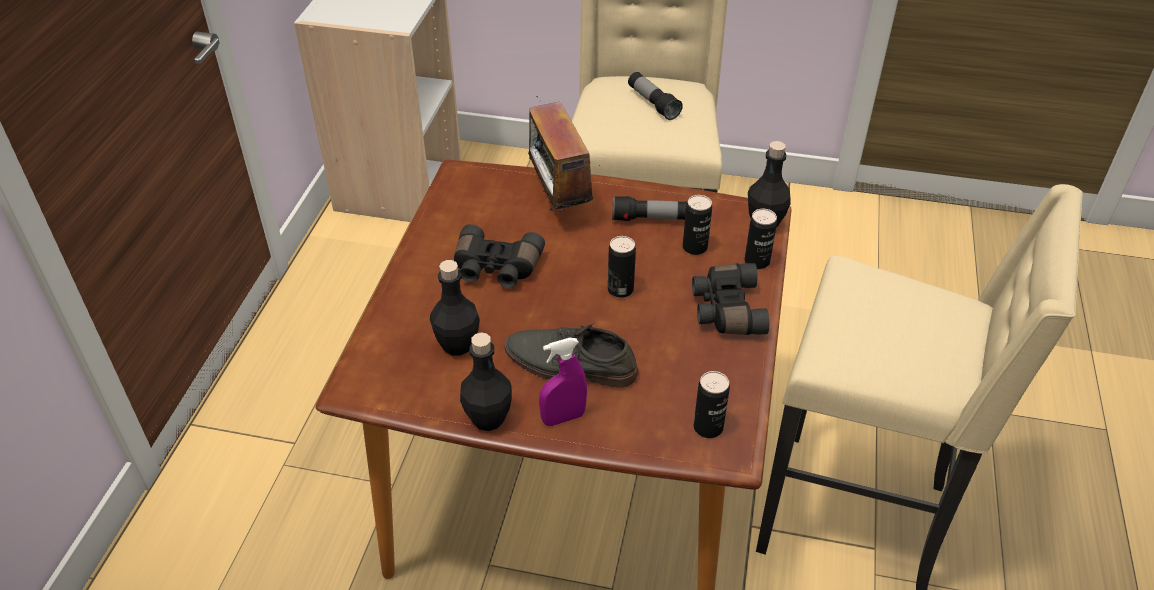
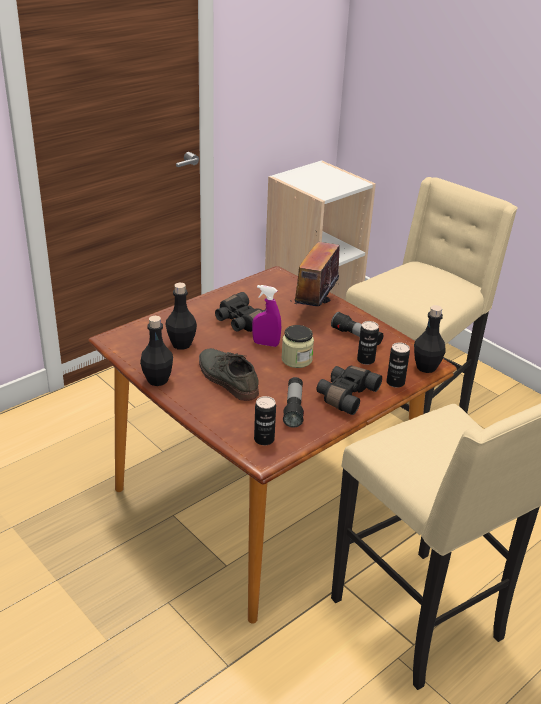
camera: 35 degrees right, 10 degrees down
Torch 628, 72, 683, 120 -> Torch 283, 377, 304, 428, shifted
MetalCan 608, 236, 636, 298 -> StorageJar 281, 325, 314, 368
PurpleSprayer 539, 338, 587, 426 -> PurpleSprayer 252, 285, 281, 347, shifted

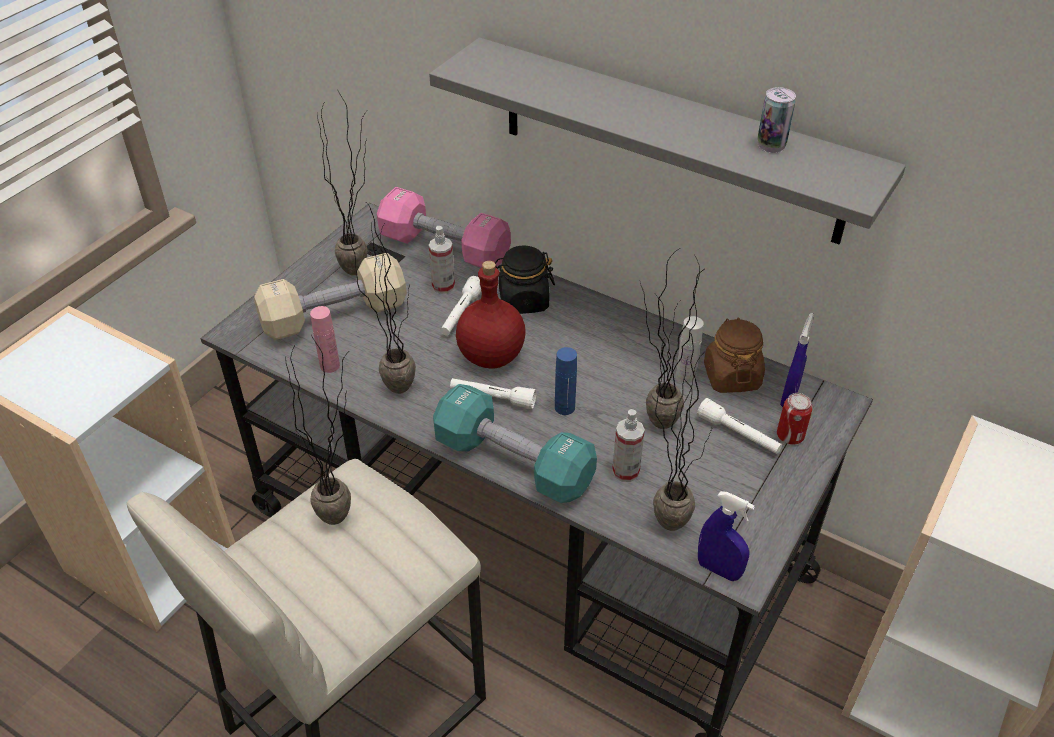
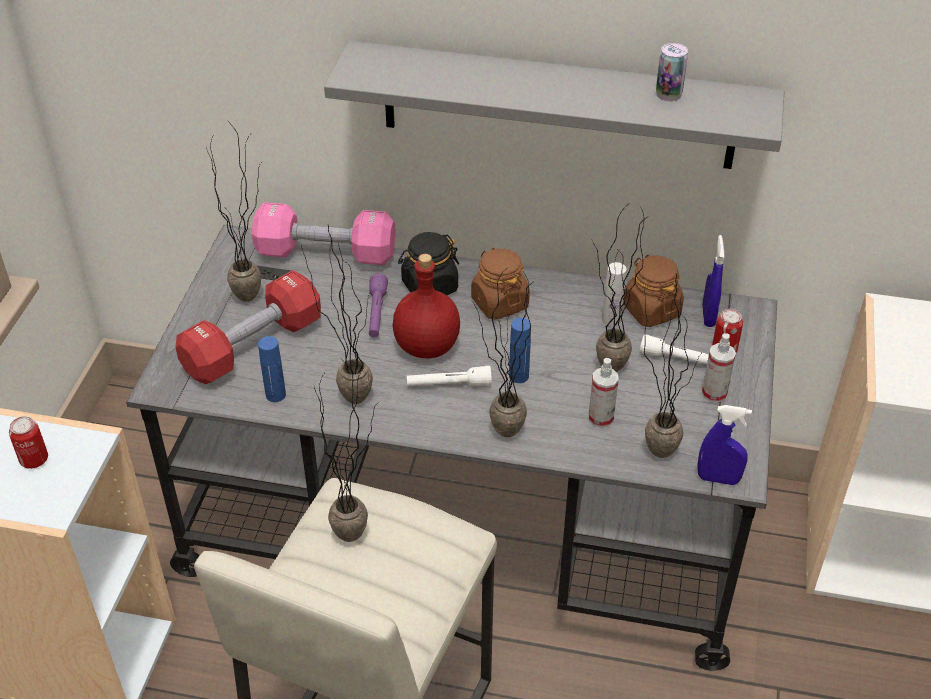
camera: 20 degrees left, 0 degrees up
Sprayer 429, 226, 455, 294 -> Sprayer 702, 333, 736, 403, shifted
SandColouredFreeWeight 254, 253, 407, 340 -> ReddishFreeWeight 175, 270, 321, 384
WhitishTorch 440, 276, 482, 336 -> PurpleTorch 369, 273, 388, 338
PinkColouredDrinkBottle 310, 306, 340, 373 -> BlueDrinkBottle 258, 336, 286, 402
TurquoiseFreeWeight 433, 384, 597, 503 -> PottedPlant 473, 268, 533, 438
none -> BrownColouredStorageJar 471, 248, 530, 320
none -> MetalCan 9, 416, 48, 469

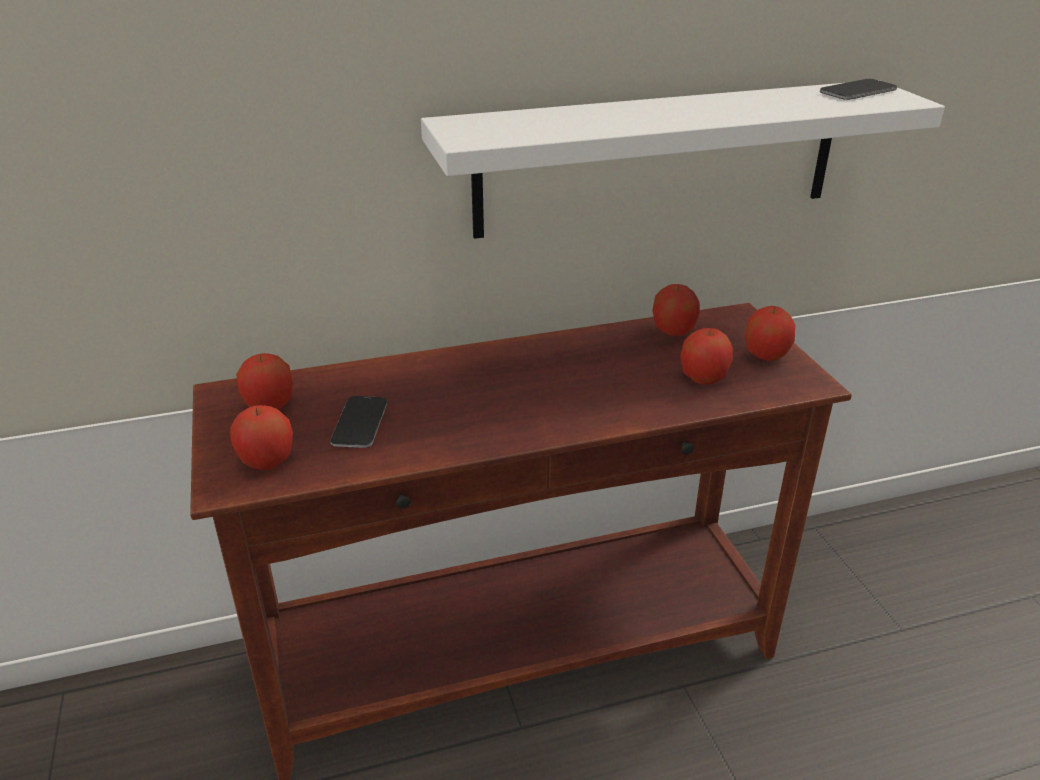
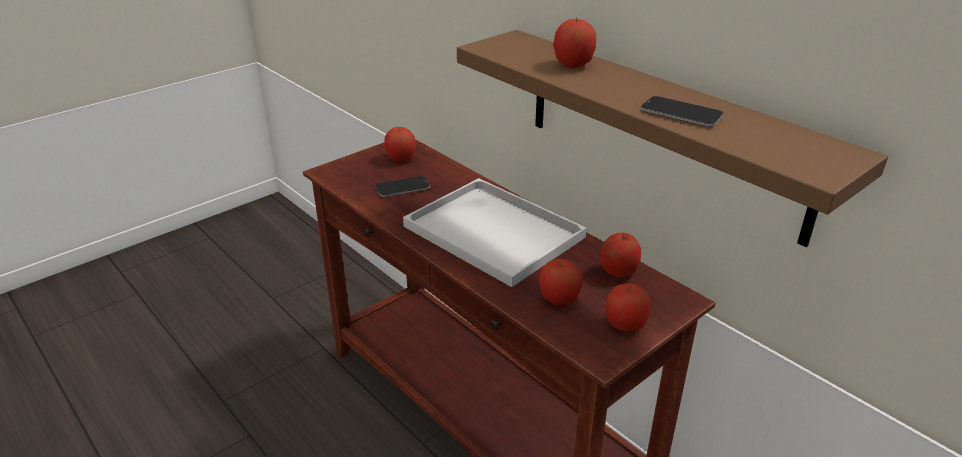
camera: 65 degrees right, 0 degrees up
Handset 820, 79, 897, 100 -> Handset 641, 96, 723, 127, shifted
WhitishShelf 421, 80, 945, 239 -> BrownColouredShelf 457, 30, 888, 247
WholeApple 230, 405, 293, 470 -> WholeApple 553, 18, 596, 68, shifted
none -> WhitishServingTray 403, 178, 587, 287

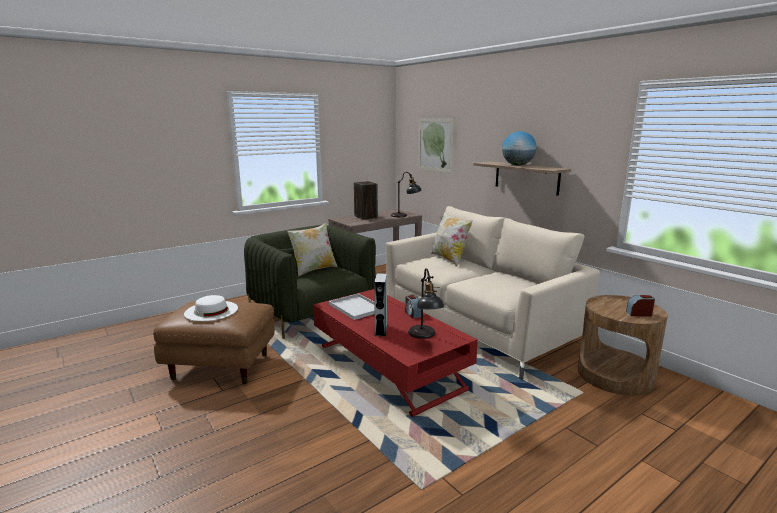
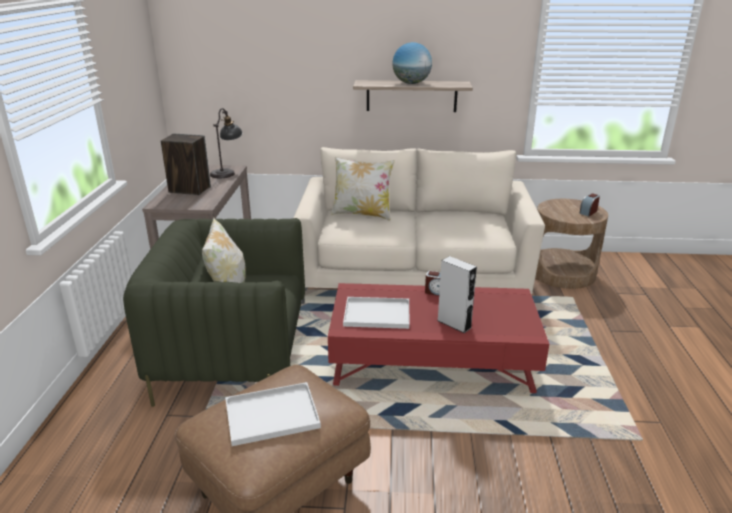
camera: 50 degrees left, 10 degrees up
WallArt 418, 118, 455, 174 -> none
GrayLampForATable 408, 268, 444, 339 -> none
WhitishHat 184, 295, 238, 321 -> WhitishServingTray 225, 382, 321, 446

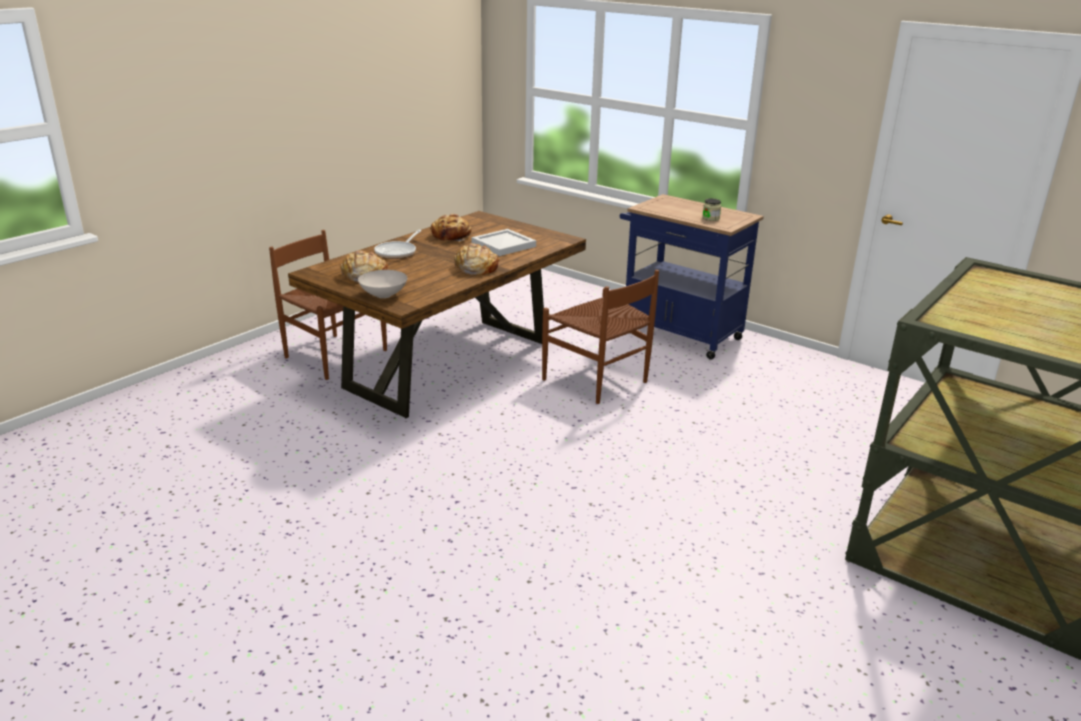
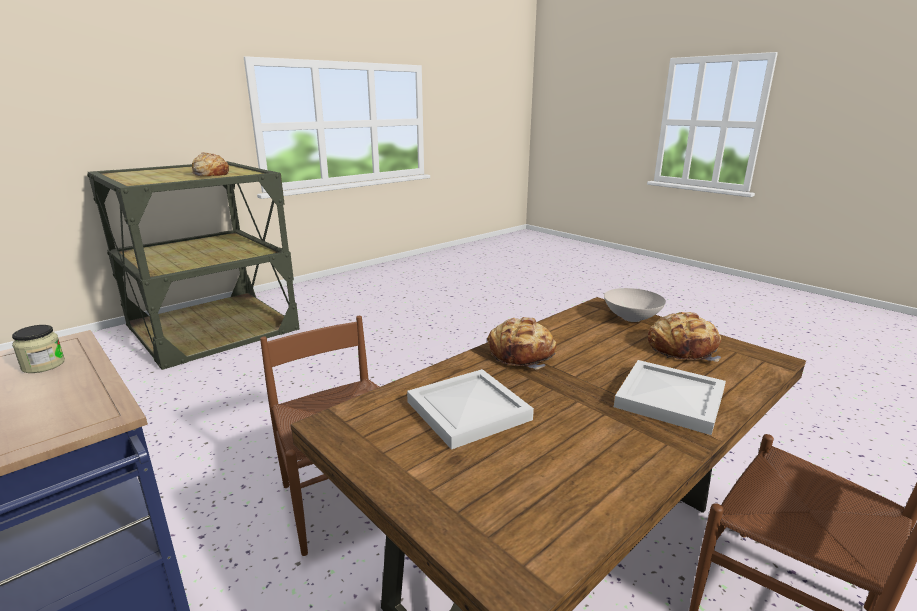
camera: 170 degrees left, 5 degrees down
BakeryBread 430, 214, 472, 241 -> BakeryBread 192, 152, 229, 176, shifted
Pan 374, 230, 422, 259 -> WhitishServingTray 614, 360, 726, 435

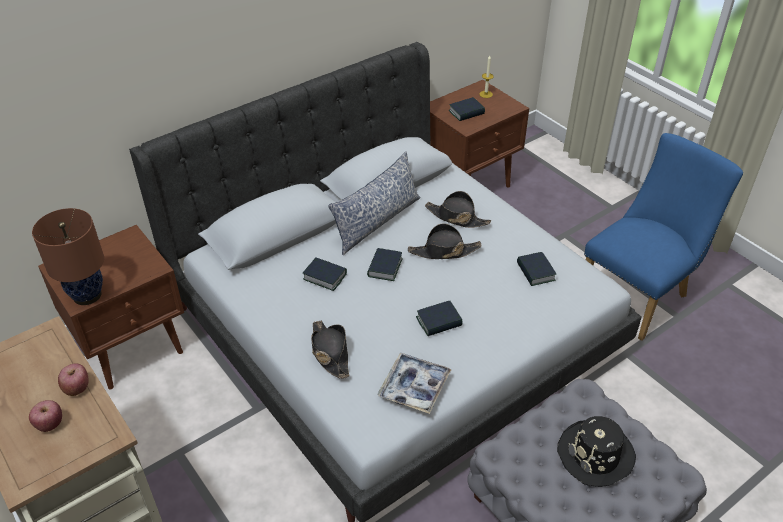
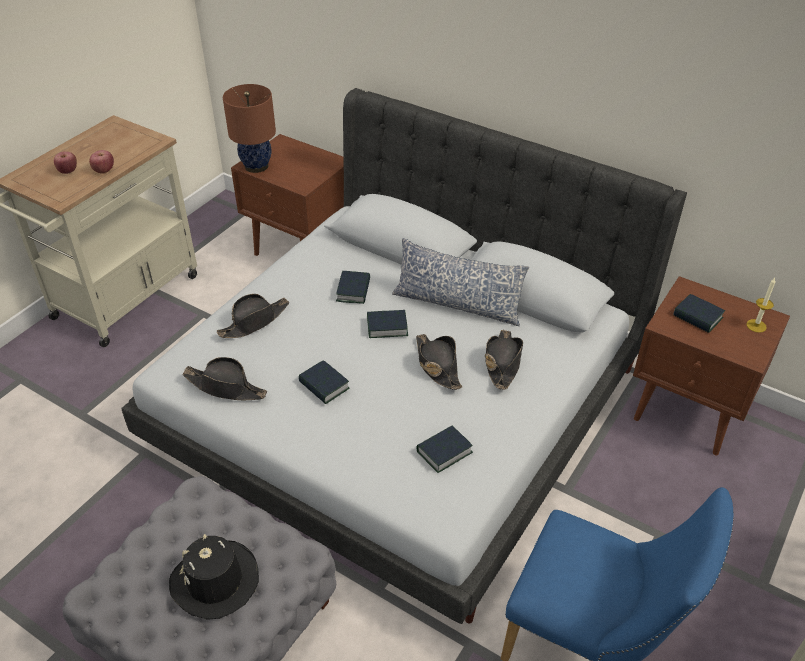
camera: 70 degrees right, 0 degrees up
ServingTray 378, 353, 451, 414 -> BlackishHat 182, 357, 267, 400

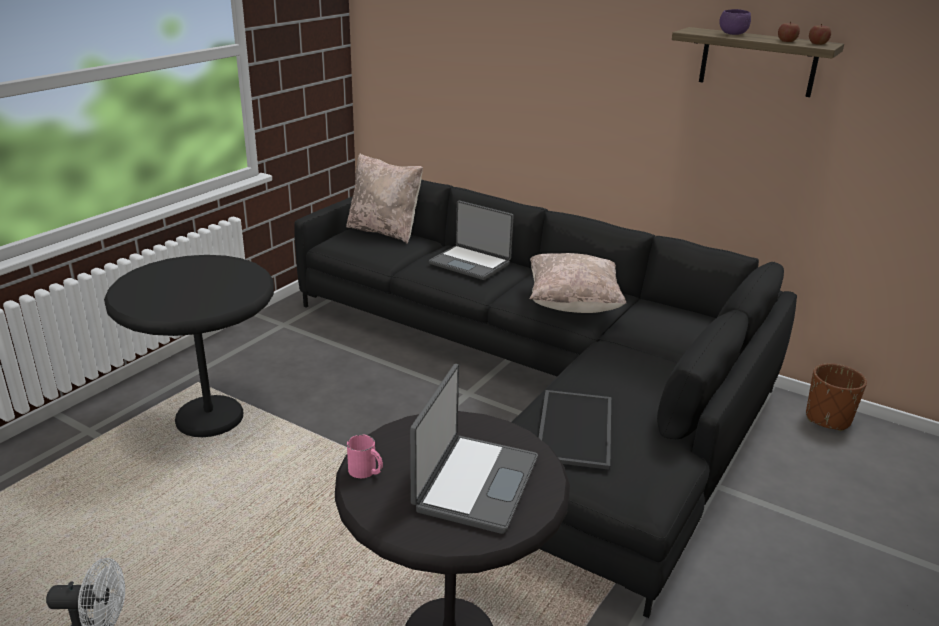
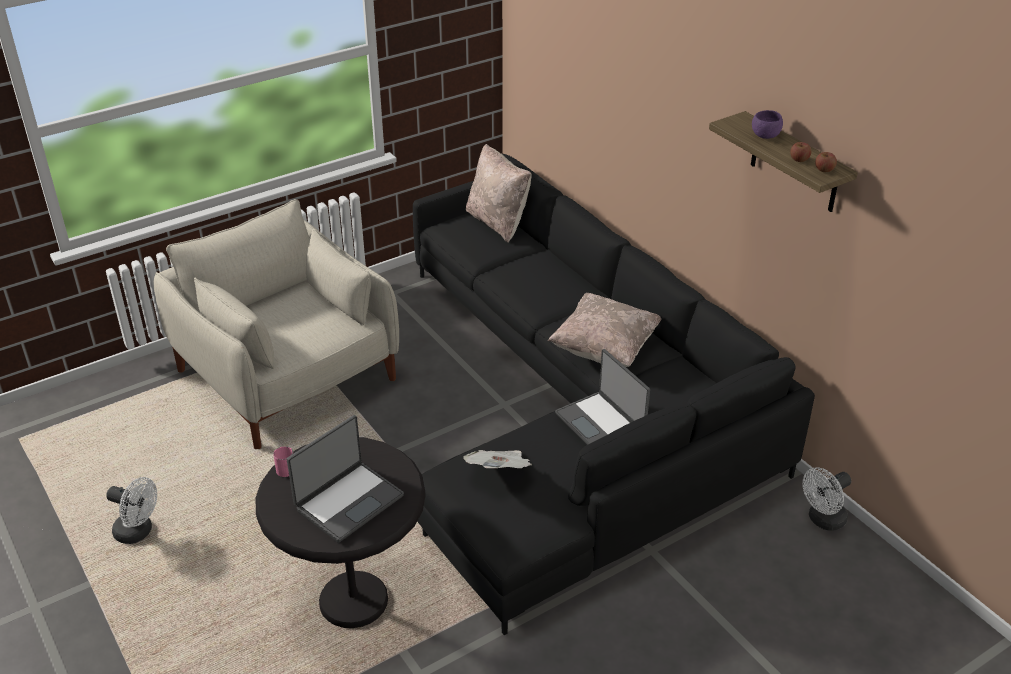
camera: 25 degrees right, 10 degrees up
NotebookComputer 429, 201, 513, 280 -> NotebookComputer 555, 349, 650, 445, shifted
BlackishSideTable 104, 255, 274, 437 -> SandColouredArmchair 154, 199, 399, 449
BrownColouredFlowerPot 806, 363, 867, 431 -> WhitishFan 802, 467, 851, 530
ServingTray 538, 390, 611, 470 -> Newspaper 463, 450, 532, 468

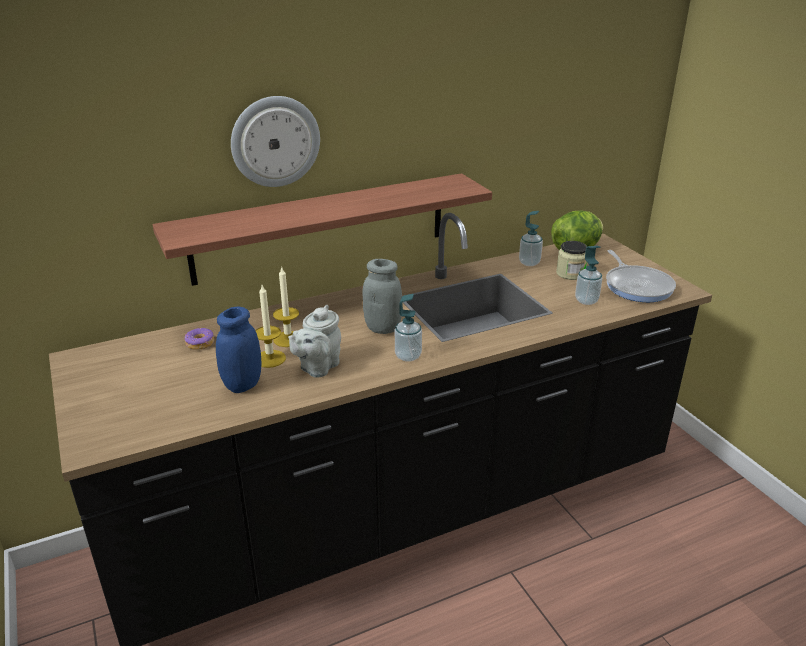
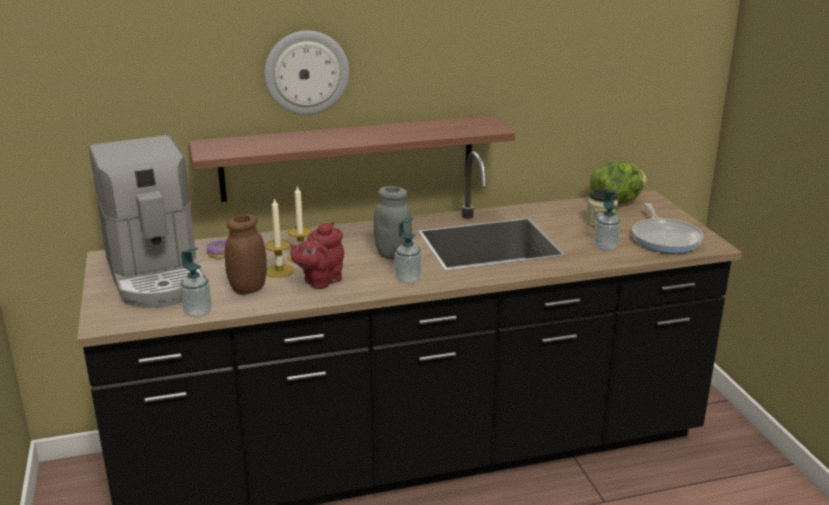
camera: 10 degrees right, 5 degrees down
LiquidSoapBottle 519, 211, 543, 266 -> LiquidSoapBottle 180, 248, 212, 318, shifted
GrayTeapot 288, 305, 341, 378 -> ReddishTeapot 291, 222, 344, 289
BlueStorageJar 216, 307, 261, 393 -> BrownColouredStorageJar 225, 214, 267, 295
none -> CoffeeMaker 89, 135, 206, 308

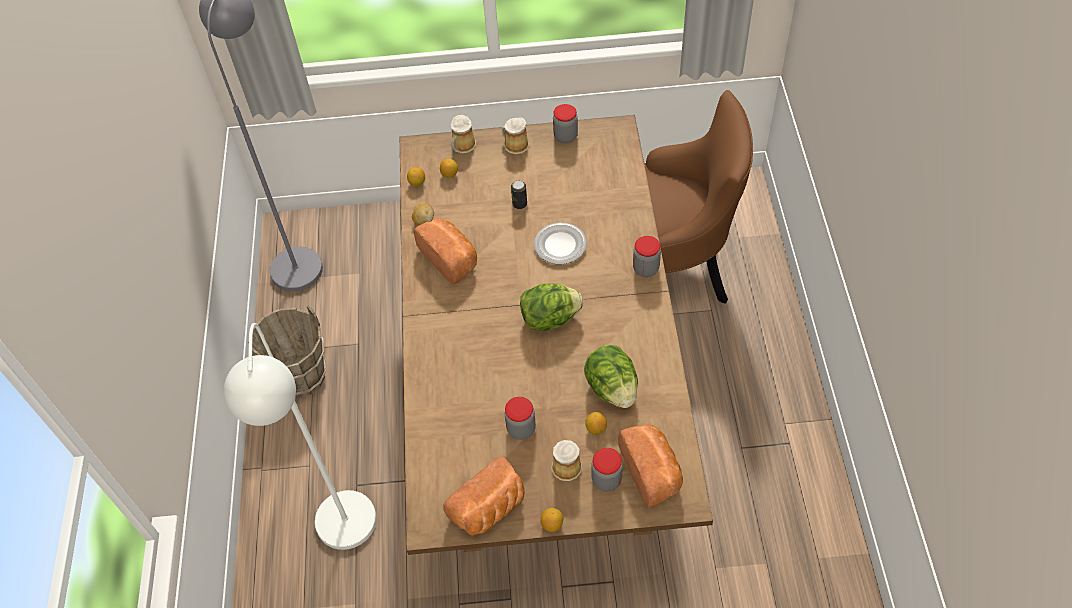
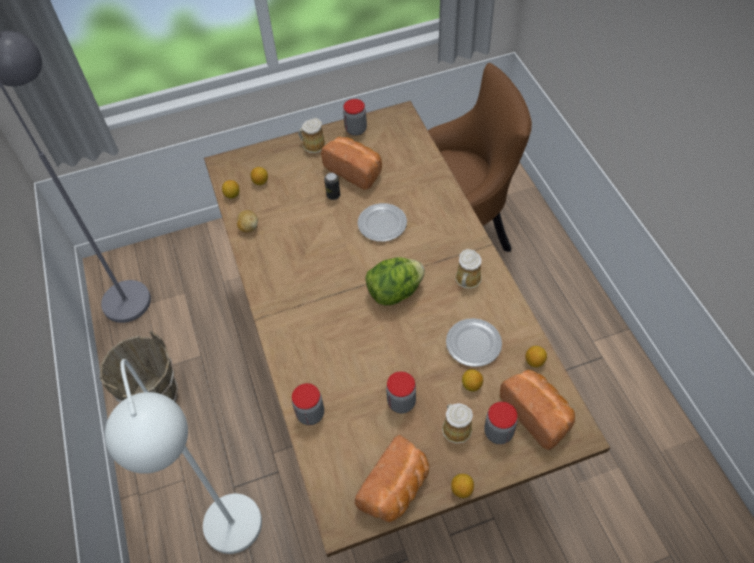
camera: 15 degrees left, 0 degrees up
TeaMug 451, 115, 476, 153 -> TeaMug 455, 249, 482, 289, shifted
BakeryBread 414, 218, 477, 284 -> BakeryBread 321, 137, 382, 190, shifted
StorageJar 633, 236, 661, 277 -> StorageJar 292, 383, 324, 425, shifted
Lettuce 584, 345, 638, 408 -> Plate 446, 318, 502, 367
none -> CitrusFruit 525, 346, 547, 367

